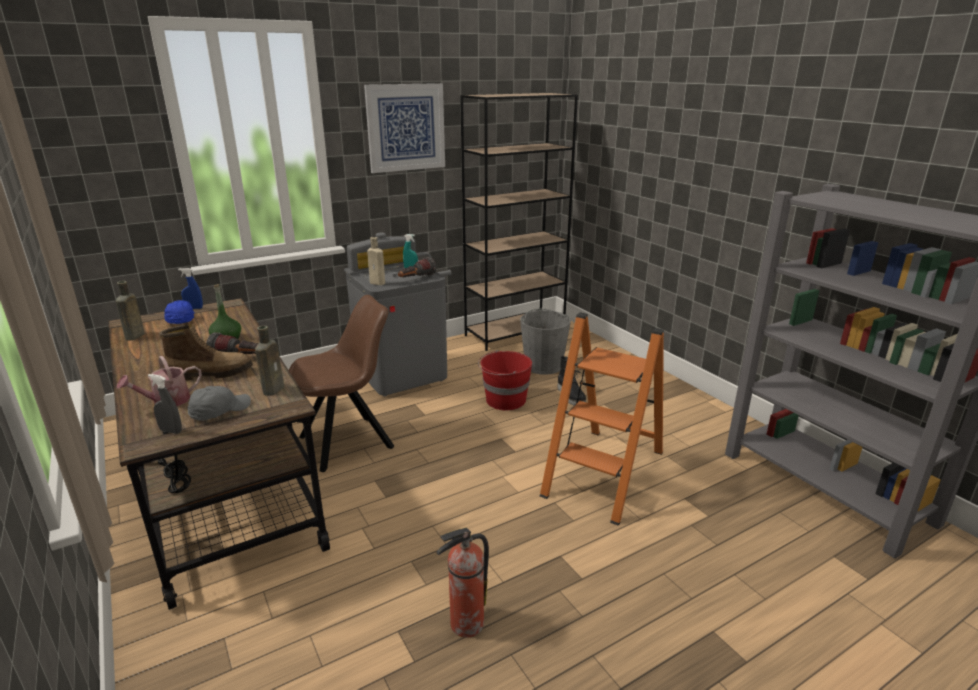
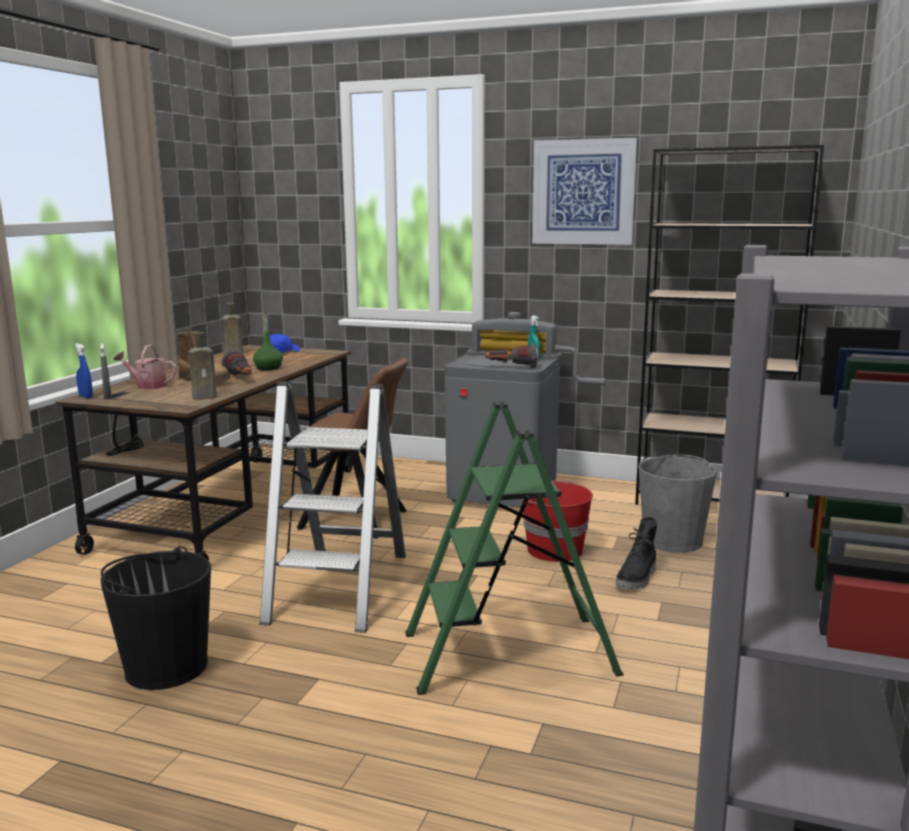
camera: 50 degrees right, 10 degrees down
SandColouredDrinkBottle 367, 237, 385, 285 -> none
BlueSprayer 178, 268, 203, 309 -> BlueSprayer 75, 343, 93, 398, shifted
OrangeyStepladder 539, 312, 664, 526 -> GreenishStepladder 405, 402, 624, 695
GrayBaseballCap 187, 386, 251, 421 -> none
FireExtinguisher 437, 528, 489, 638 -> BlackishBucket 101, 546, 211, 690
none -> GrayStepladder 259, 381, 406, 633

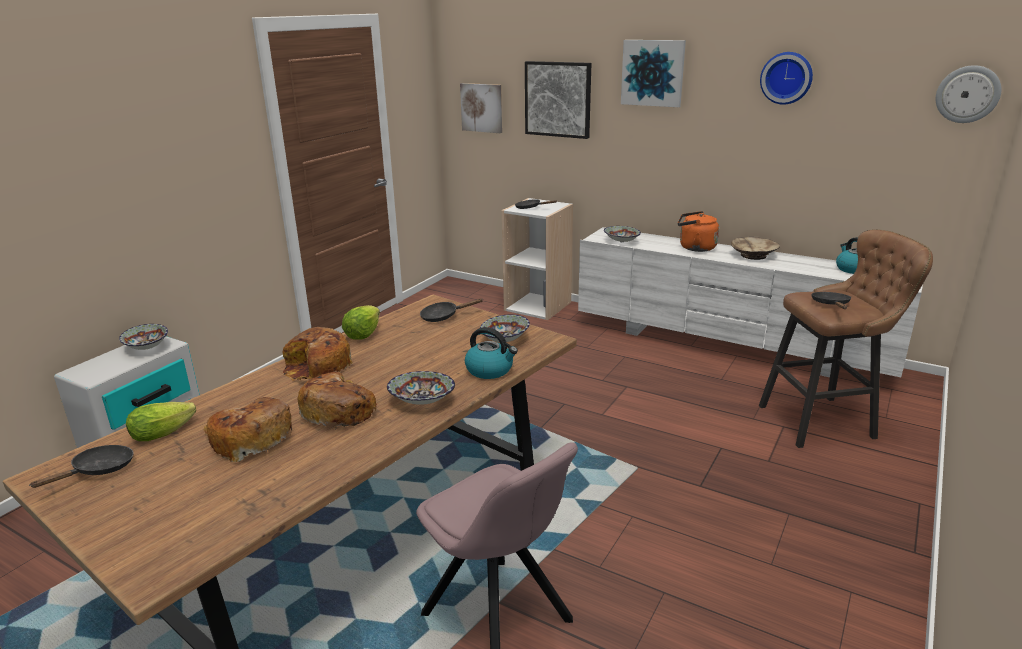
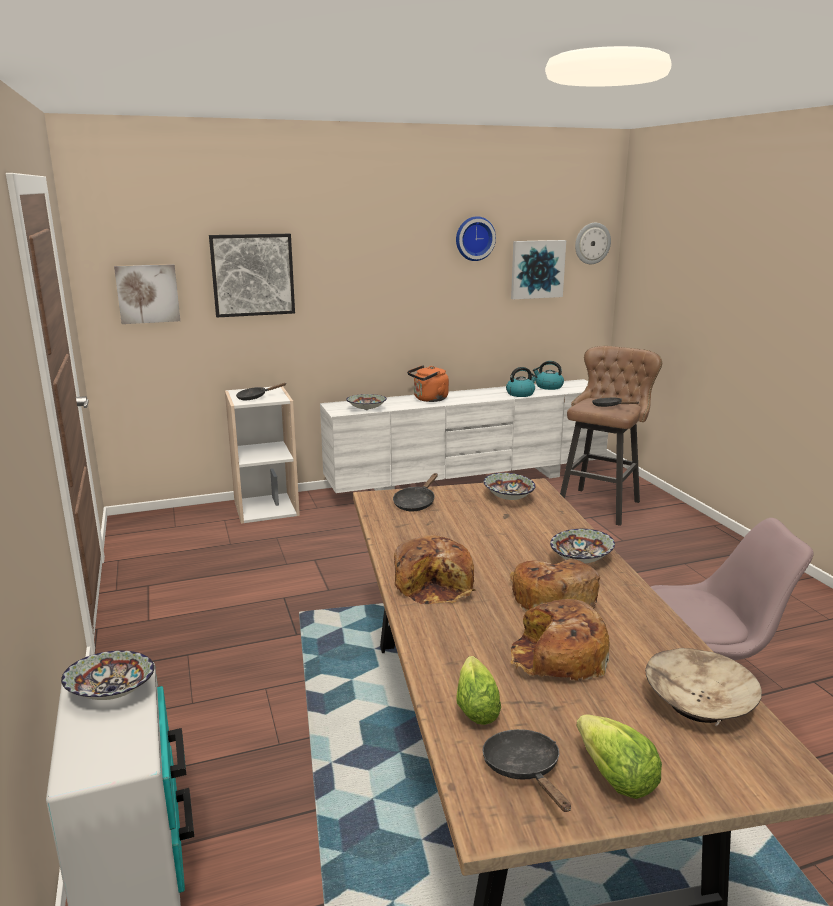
camera: 50 degrees left, 5 degrees down
WallArt 621, 40, 686, 107 -> WallArt 511, 240, 566, 299, shifted
SandColouredBowl 731, 237, 780, 260 -> SandColouredBowl 645, 648, 762, 727, shifted
Lettuce 342, 305, 380, 340 -> Lettuce 576, 714, 662, 799, shifted
Kettle 465, 327, 518, 379 -> Kettle 506, 367, 537, 397, shifted

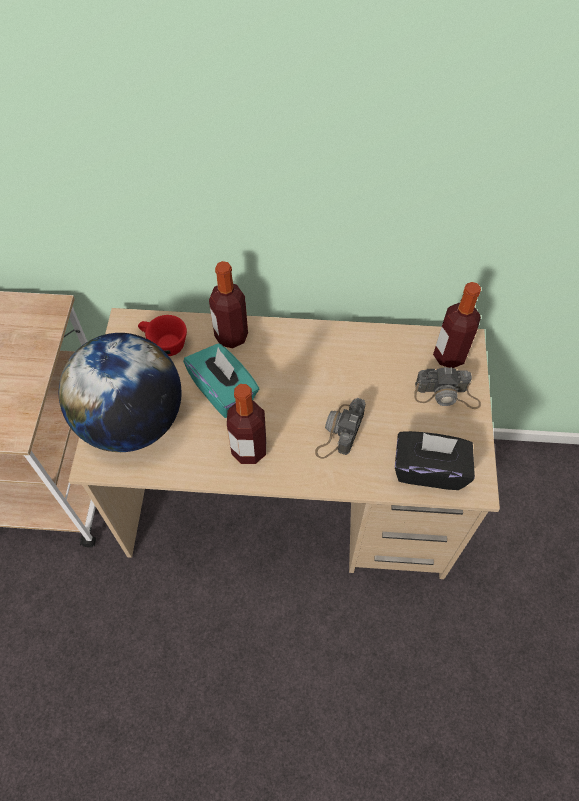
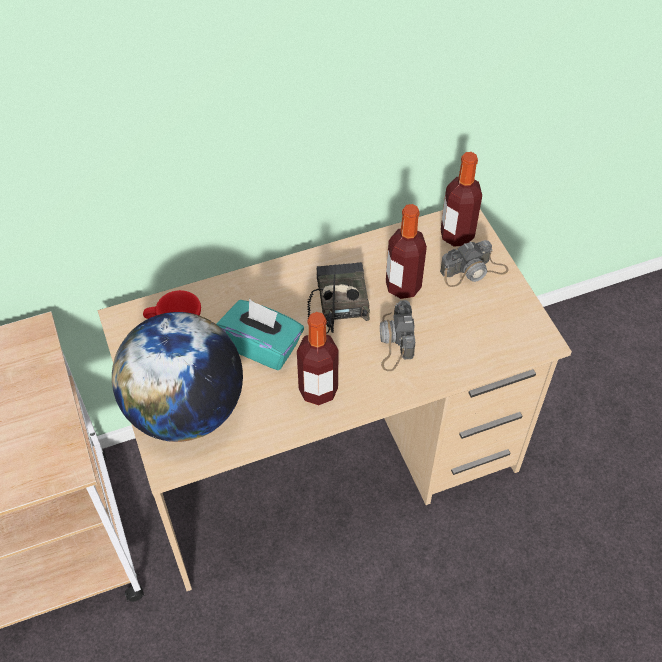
camera: 25 degrees left, 5 degrees down
DrinkBottle 209, 261, 248, 348 -> DrinkBottle 386, 204, 427, 299, shifted
BlackishTissueHolder 395, 431, 475, 490 -> none
none -> RadioReceiver 307, 262, 370, 334

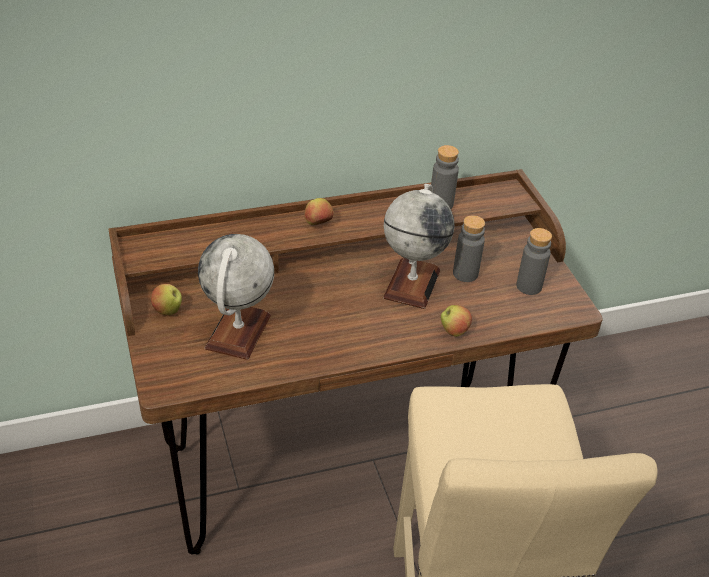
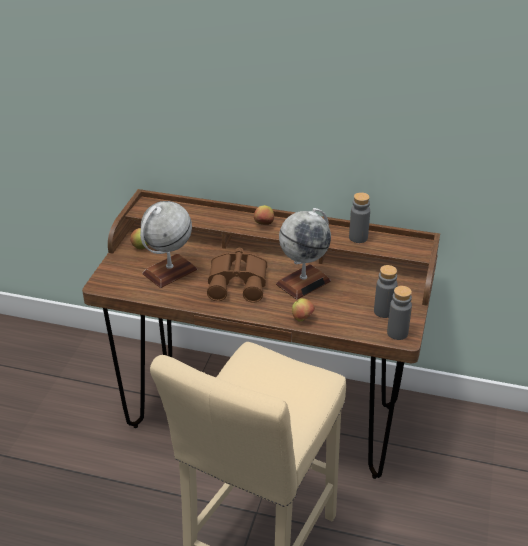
camera: 35 degrees right, 5 degrees down
GrayDrinkBottle 453, 215, 485, 282 -> GrayDrinkBottle 387, 286, 412, 340, shifted
none -> BrownColouredBinoculars 207, 248, 267, 303

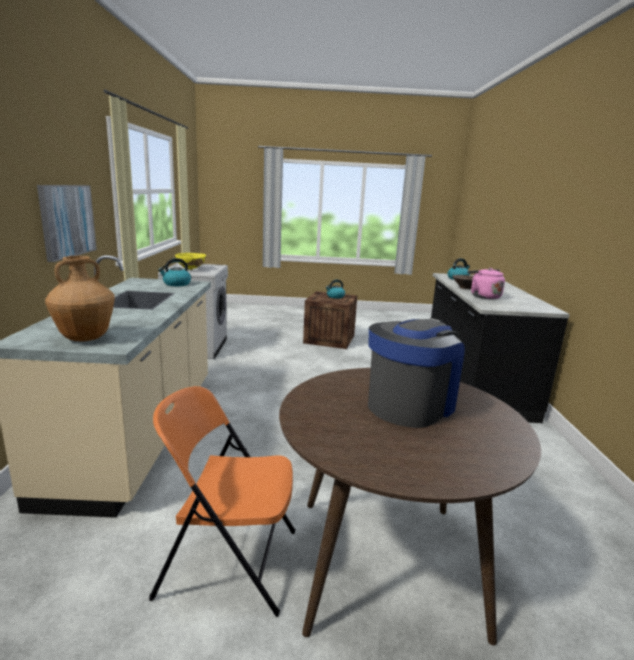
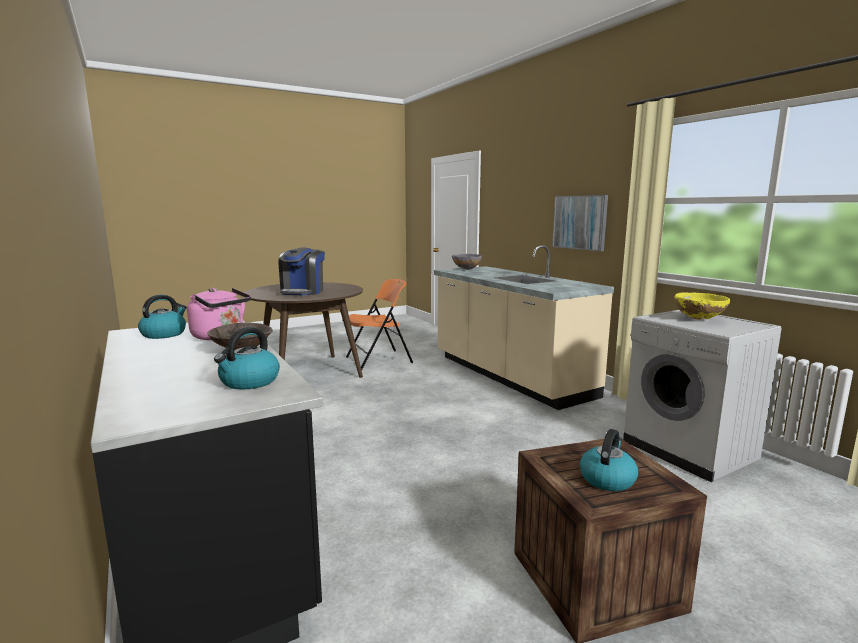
camera: 150 degrees right, 5 degrees down
BrownColouredVase 45, 256, 115, 341 -> GrayBowl 452, 254, 482, 270
Kettle 158, 258, 191, 286 -> Kettle 138, 295, 187, 339, shifted

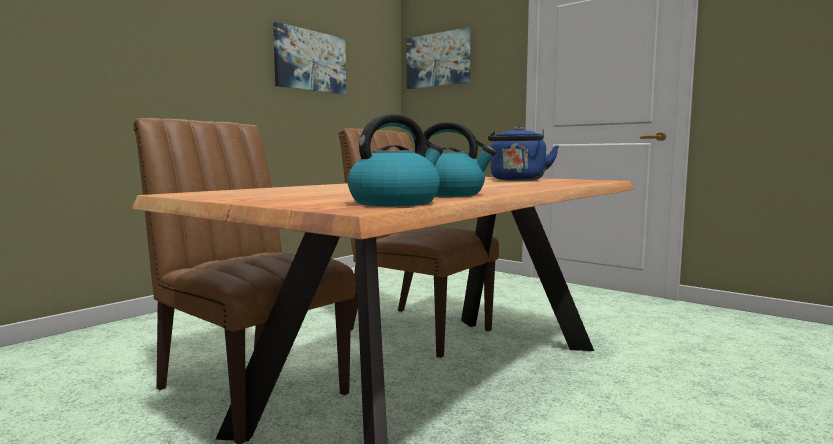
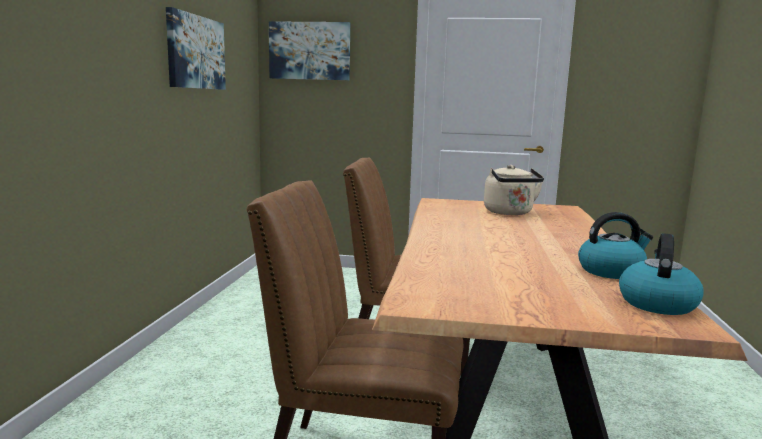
camera: 30 degrees left, 5 degrees up
BlueKettle 488, 126, 559, 181 -> SandColouredKettle 484, 165, 544, 215

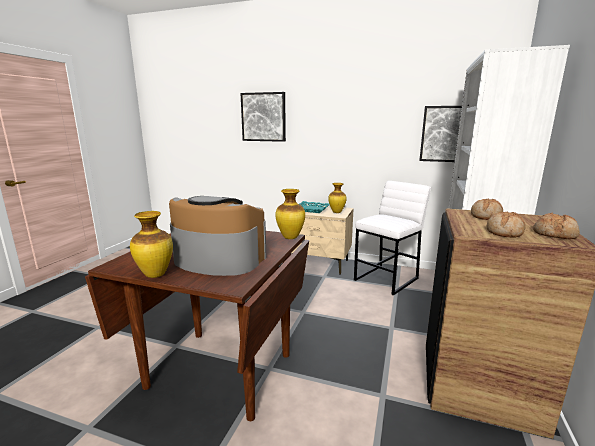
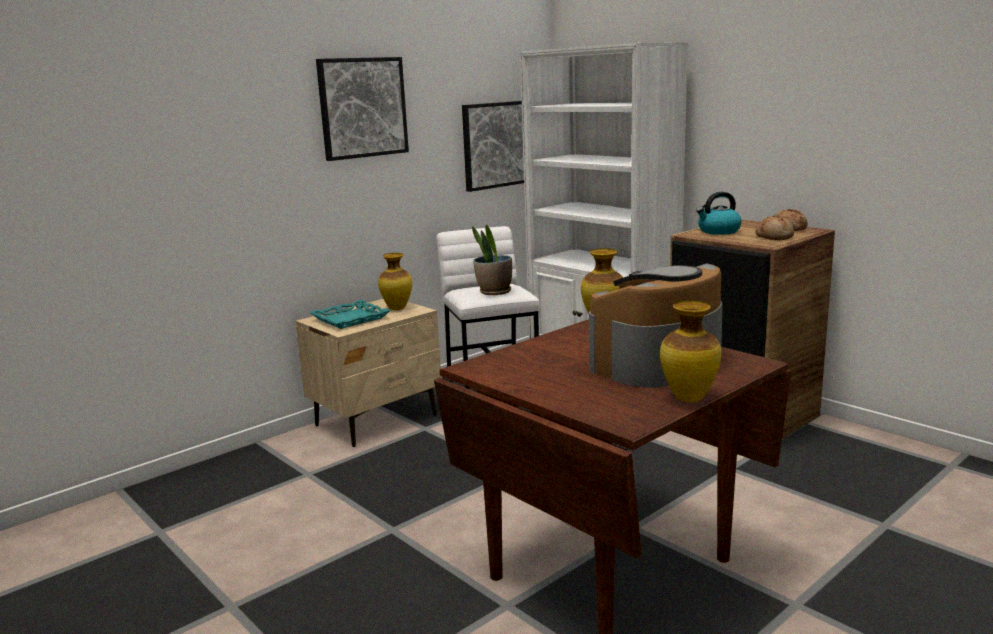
camera: 60 degrees left, 0 degrees up
WallArt 241, 92, 286, 142 -> WallArt 316, 57, 409, 161, shifted
BakeryBread 471, 199, 503, 220 -> Kettle 696, 192, 741, 235
none -> PottedPlant 472, 225, 512, 295

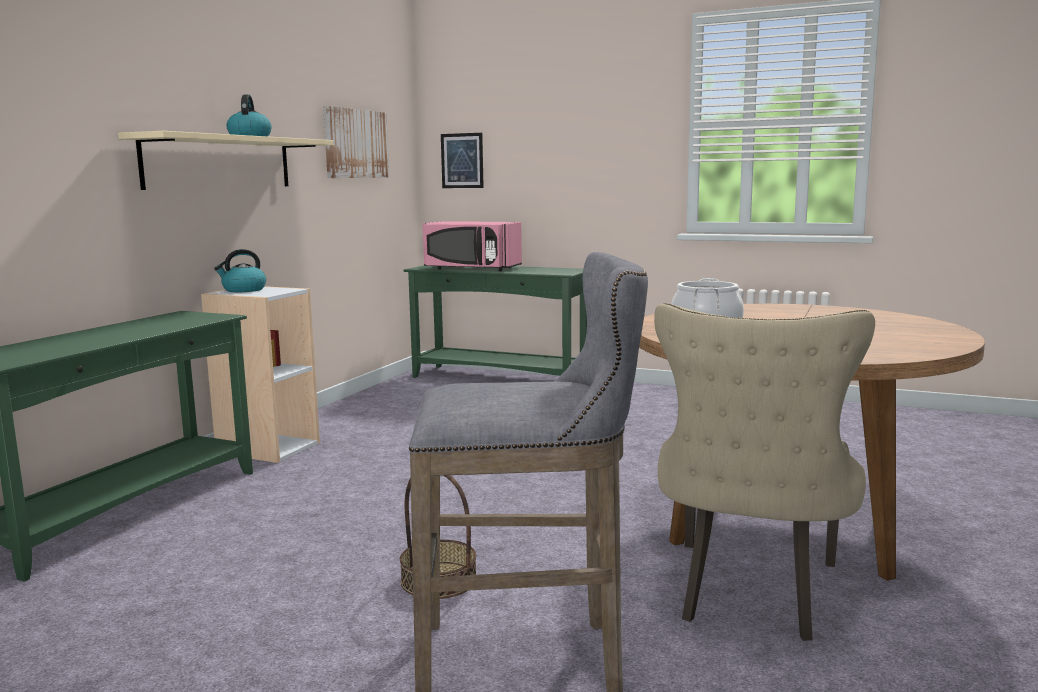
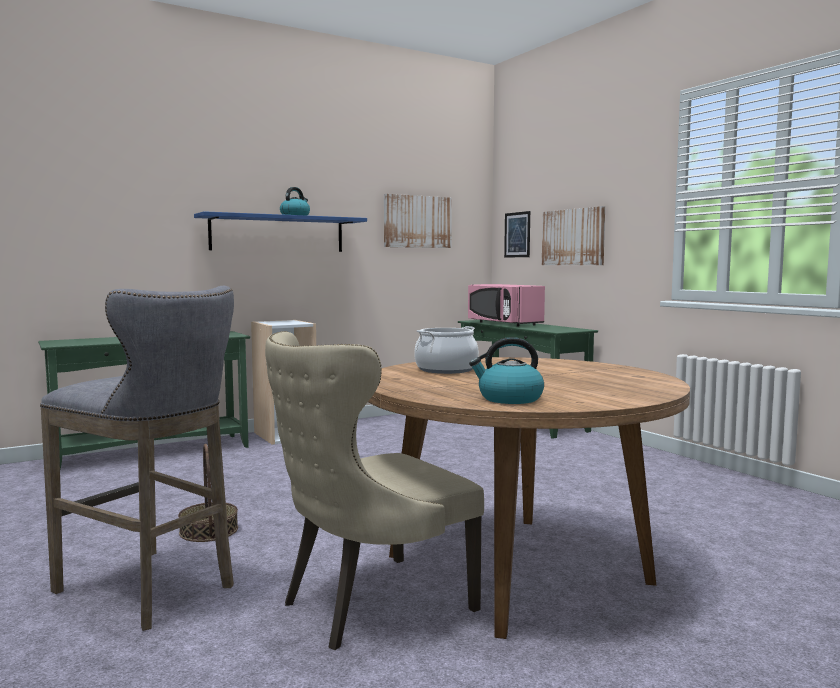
camera: 35 degrees right, 5 degrees down
SandColouredShelf 118, 131, 334, 190 -> BlueShelf 194, 211, 367, 252
Kettle 214, 249, 266, 292 -> Kettle 469, 337, 544, 404, shifted
none -> WallArt 542, 206, 605, 265

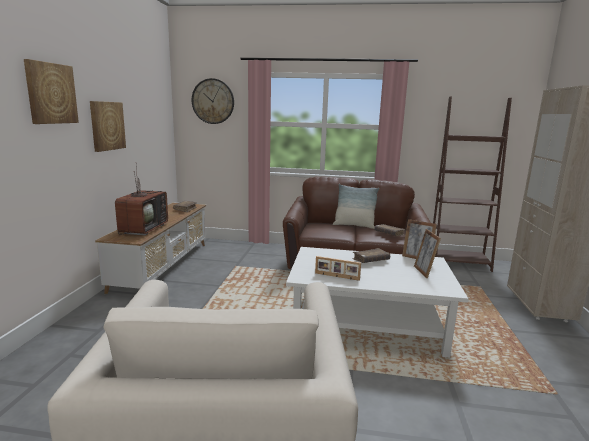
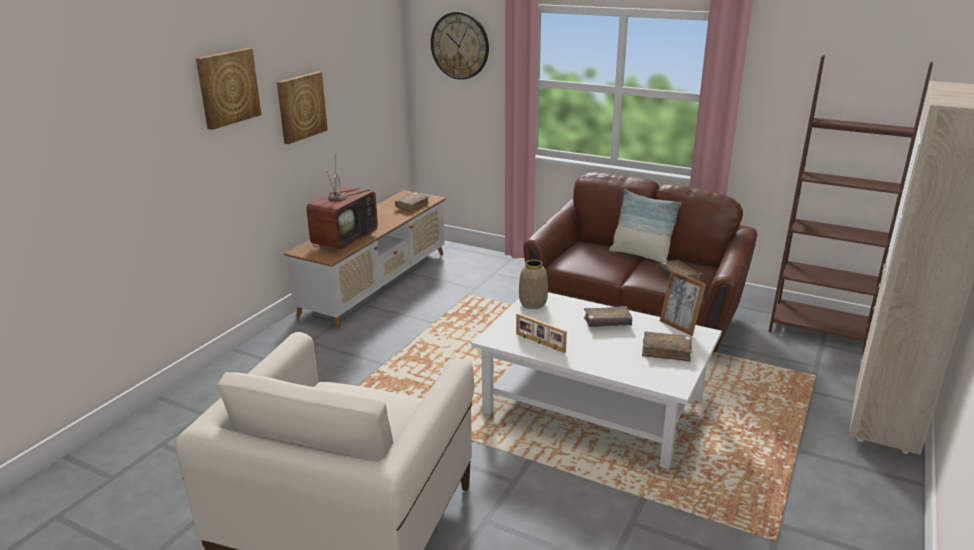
camera: 20 degrees right, 10 degrees up
PictureFrame 414, 229, 441, 278 -> BrownColouredBoundBook 642, 331, 692, 362
none -> Vase 519, 260, 548, 309

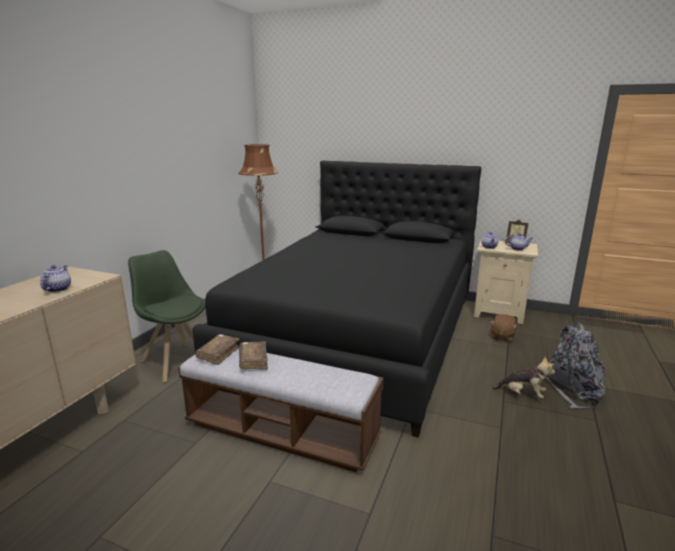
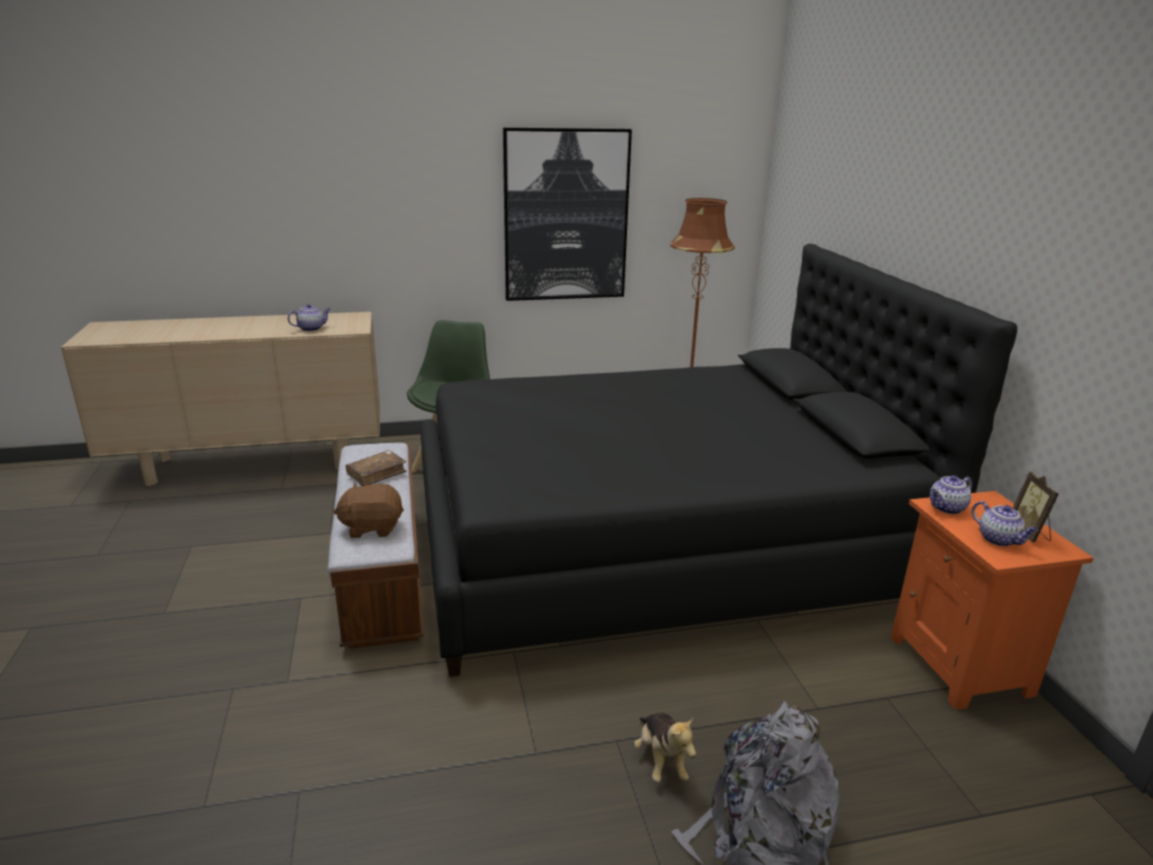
camera: 55 degrees right, 5 degrees up
SandColouredNightTable 474, 239, 538, 324 -> OrangeyNightTable 891, 491, 1094, 710
BrownColouredCuddlyToy 490, 314, 517, 342 -> BrownColouredCuddlyToy 333, 483, 404, 538, shifted
BrownColouredBoundBook 195, 334, 240, 365 -> none
none -> WallArt 503, 128, 632, 301

